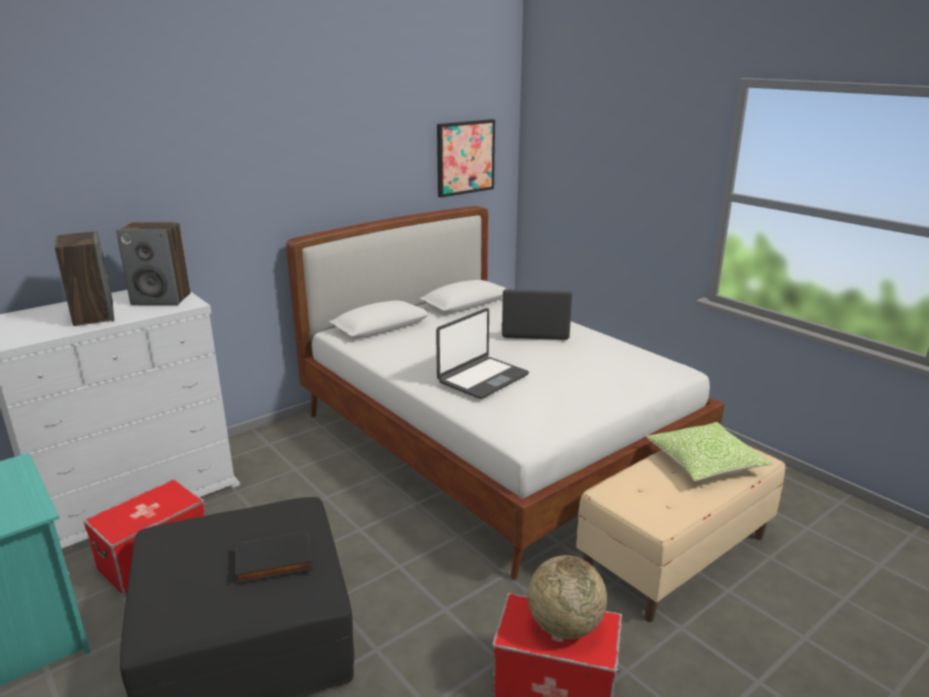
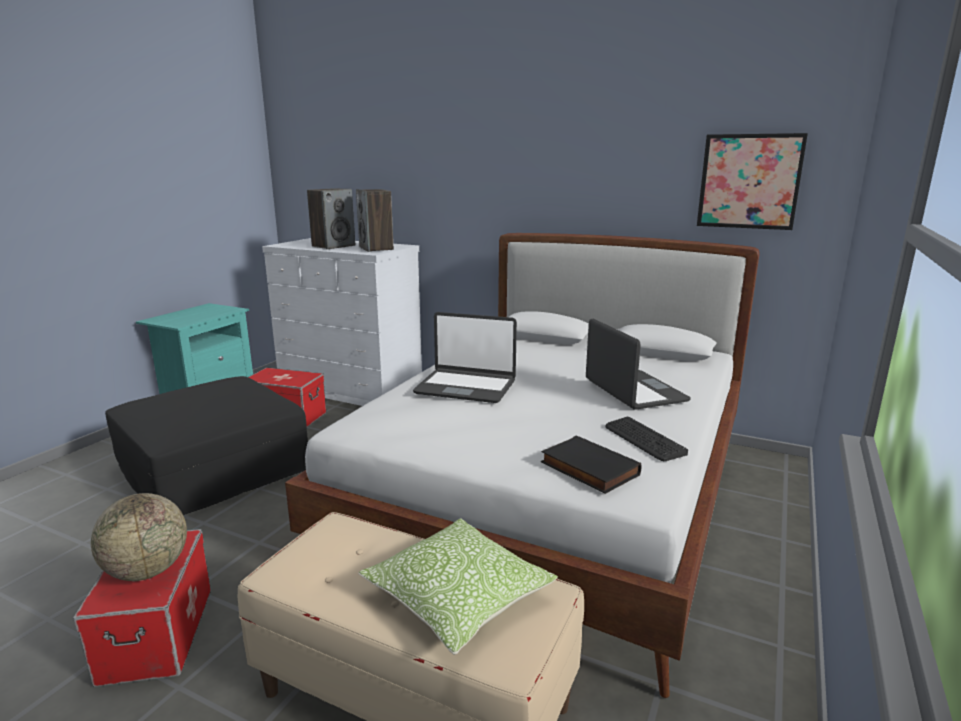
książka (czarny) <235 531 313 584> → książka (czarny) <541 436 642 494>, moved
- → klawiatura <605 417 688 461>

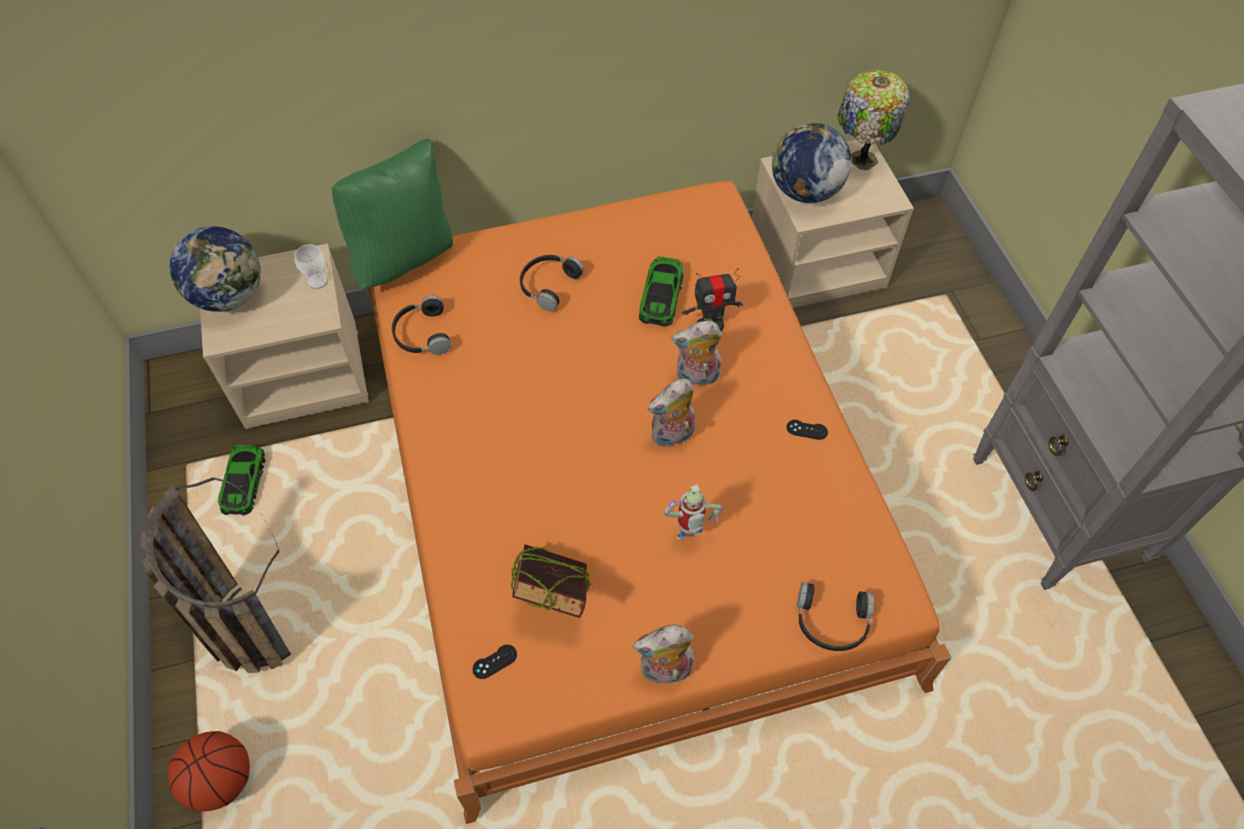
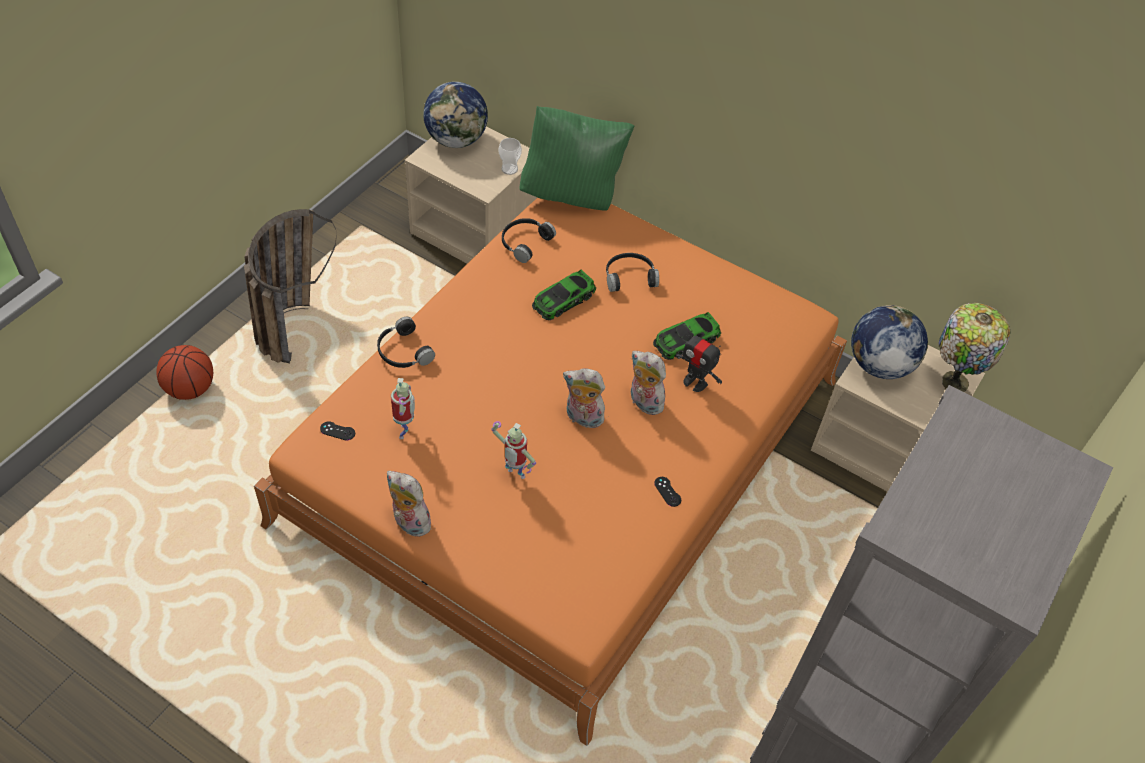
samochodzik <218 445 265 515> → samochodzik <532 269 596 320>, moved
książka <510 544 591 618> → robot zabawkowy <391 378 415 439>
słuchawki (czarny) <797 582 874 651> → słuchawki (czarny) <377 317 435 368>, moved

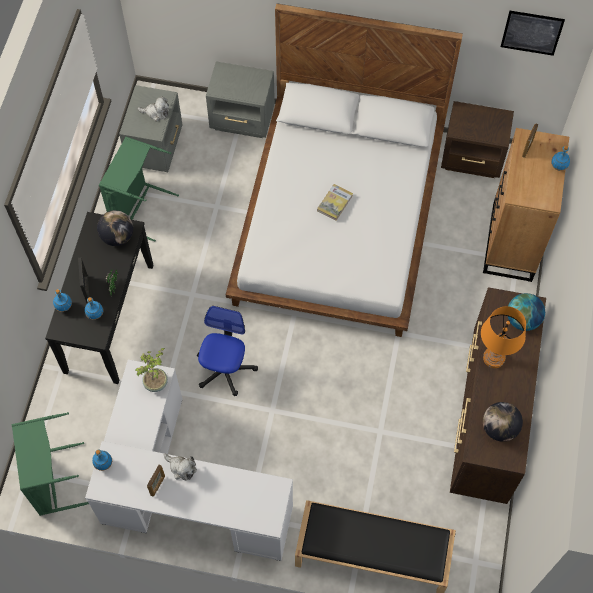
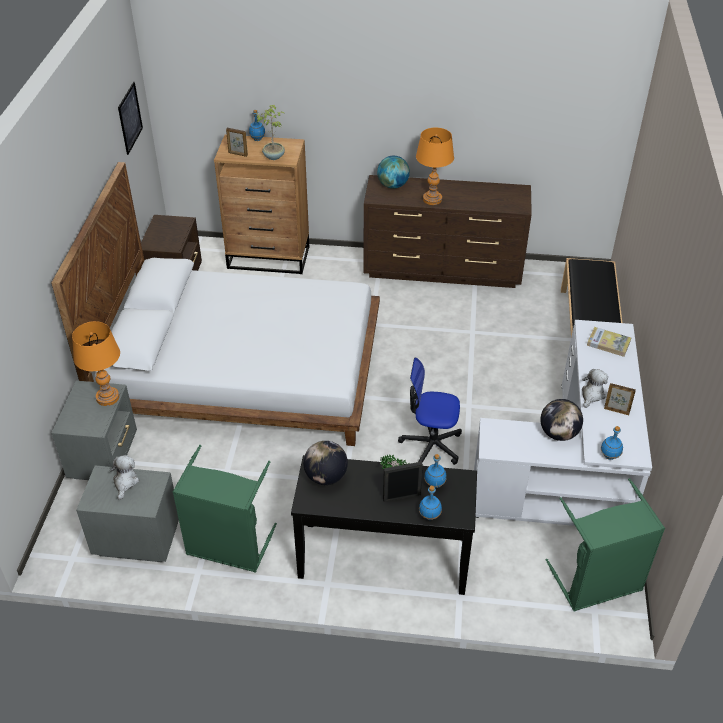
książka <317 184 353 221> → książka <587 327 631 357>, moved
roślina doniczkowa <135 348 168 392> → roślina doniczkowa <255 105 285 160>, moved
globus <483 402 523 442> → globus <540 399 583 441>, moved
- → lampa stołowa (pomarańczowy) <72 321 120 406>

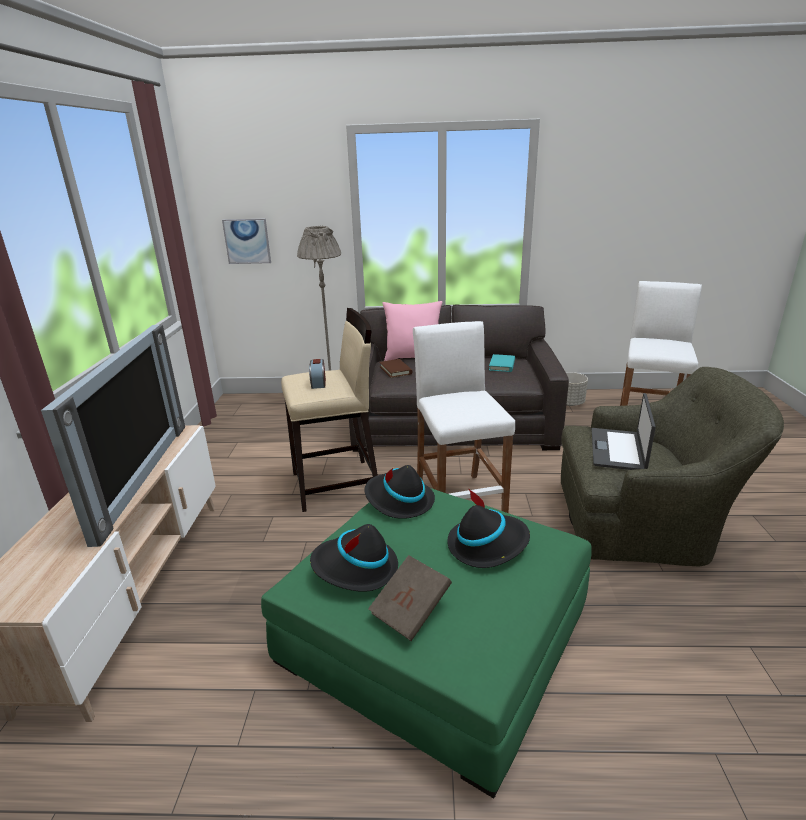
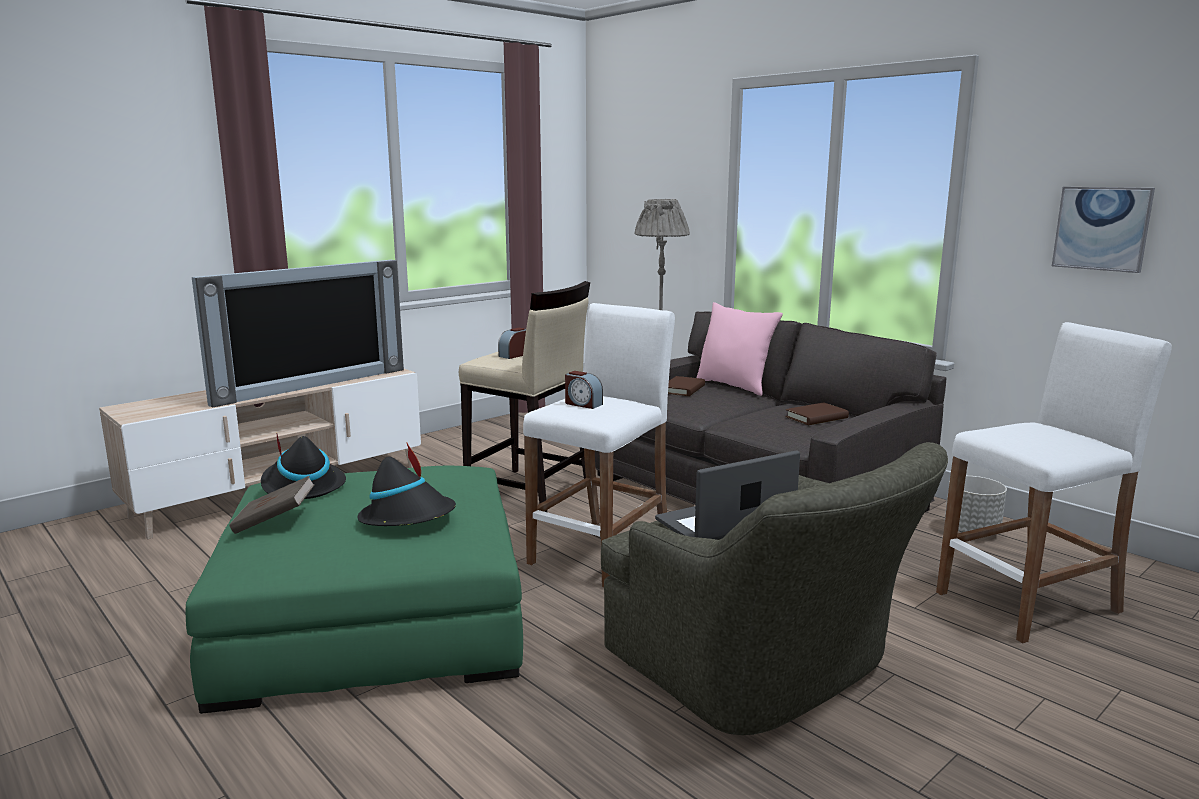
obraz <222 218 271 264> → obraz <1052 187 1155 273>, moved
książka (turkusowy) <489 354 515 372> → książka (brązowy) <785 402 849 425>
kapelusz (czarny) <365 465 435 519> → -
- → budzik <565 371 603 409>

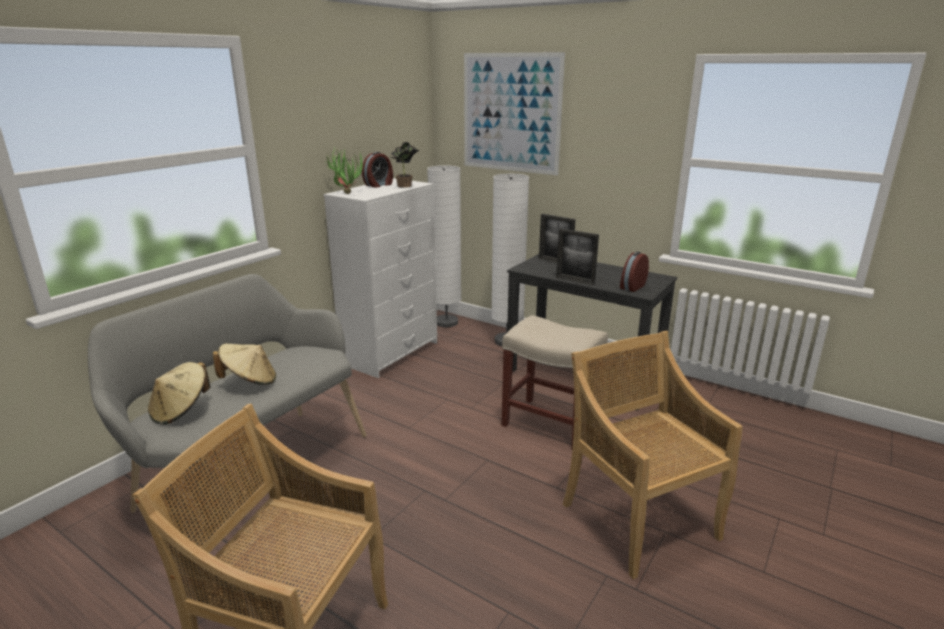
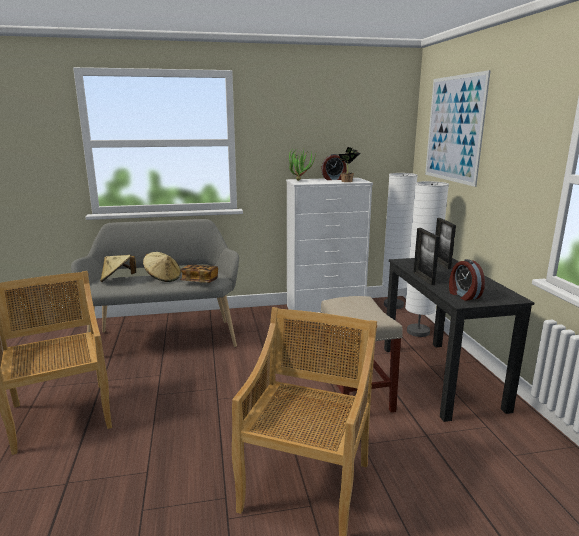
budzik <620 251 649 292> → budzik <449 259 485 301>, 105 degrees counterclockwise
- → książka <180 265 218 283>

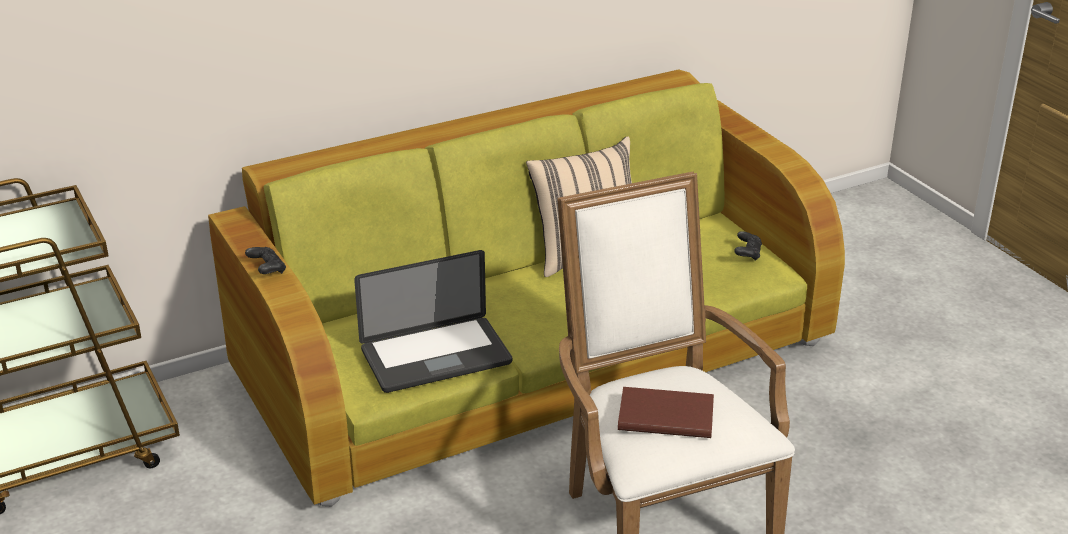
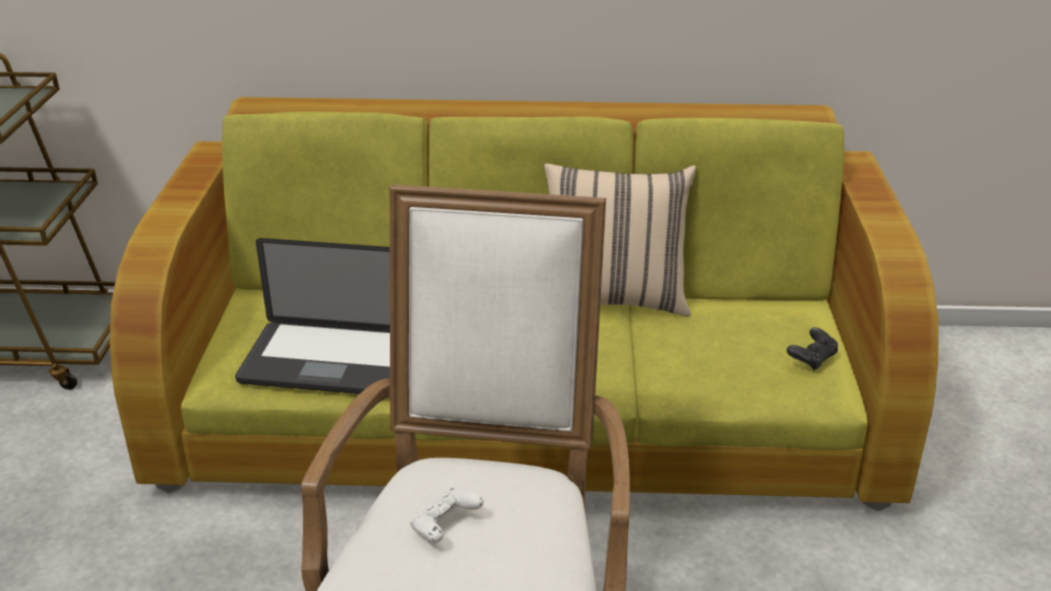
pad do gier (czarny) <245 247 286 274> → -
książka (brązowy) <618 387 714 438> → pad do gier (biały) <410 488 484 543>

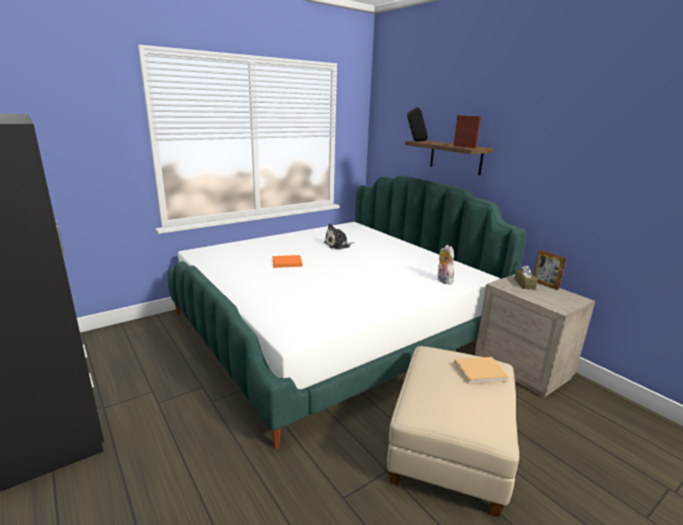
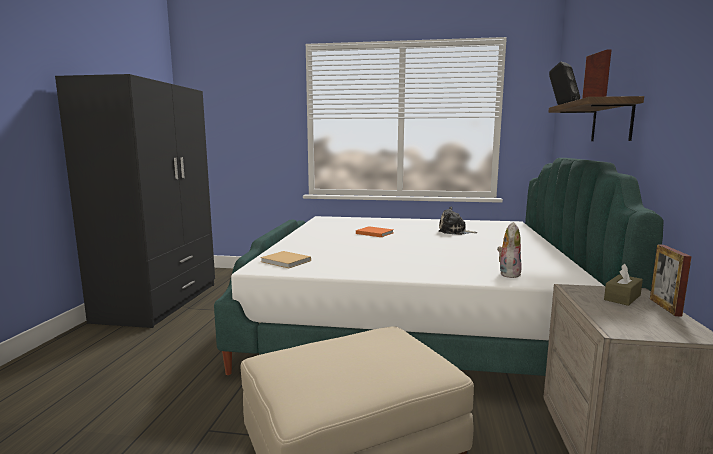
książka (beżowy) <454 357 509 384> → książka (beżowy) <260 251 311 268>, moved

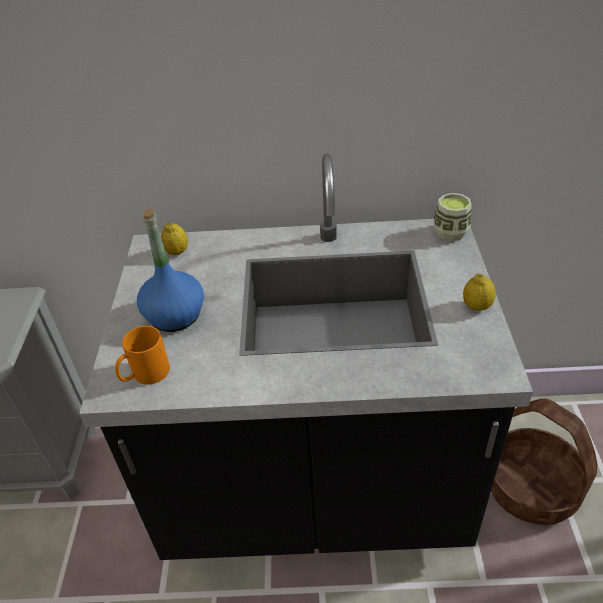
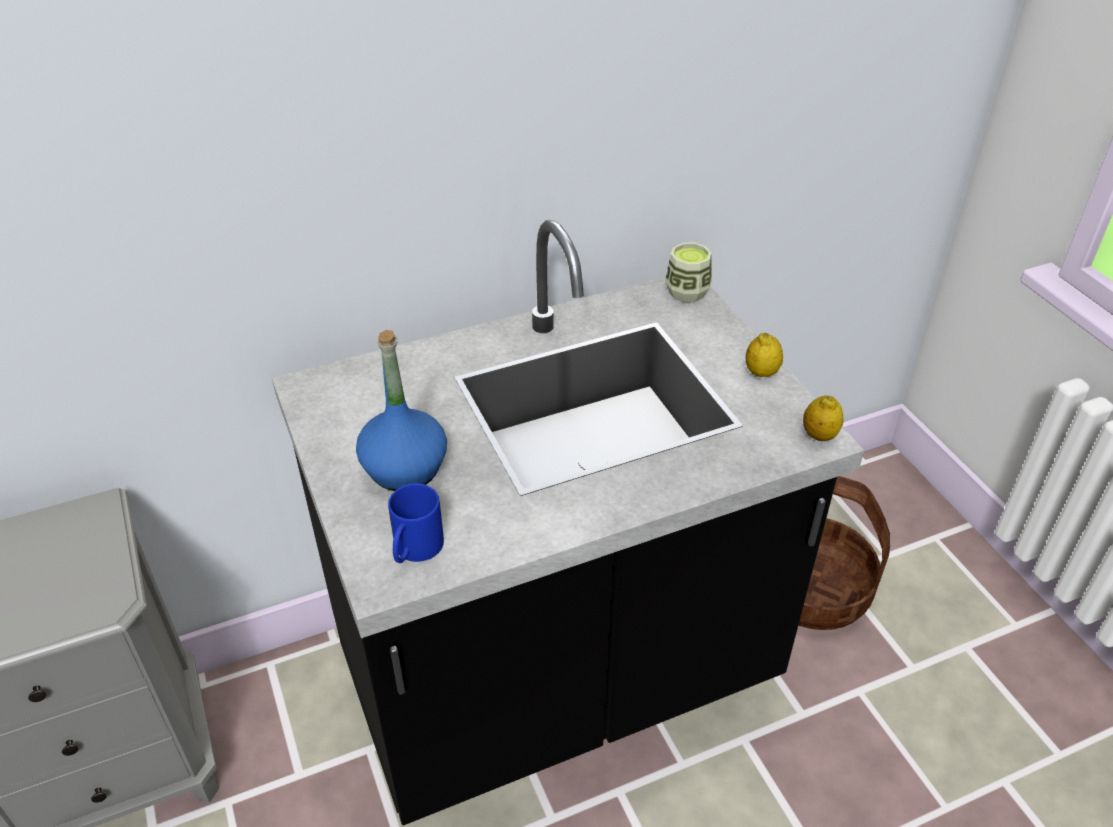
cytryna <161 223 188 255> → cytryna <803 395 844 441>, moved
kubek (pomarańczowy) <115 326 170 384> → kubek (niebieski) <388 483 444 563>

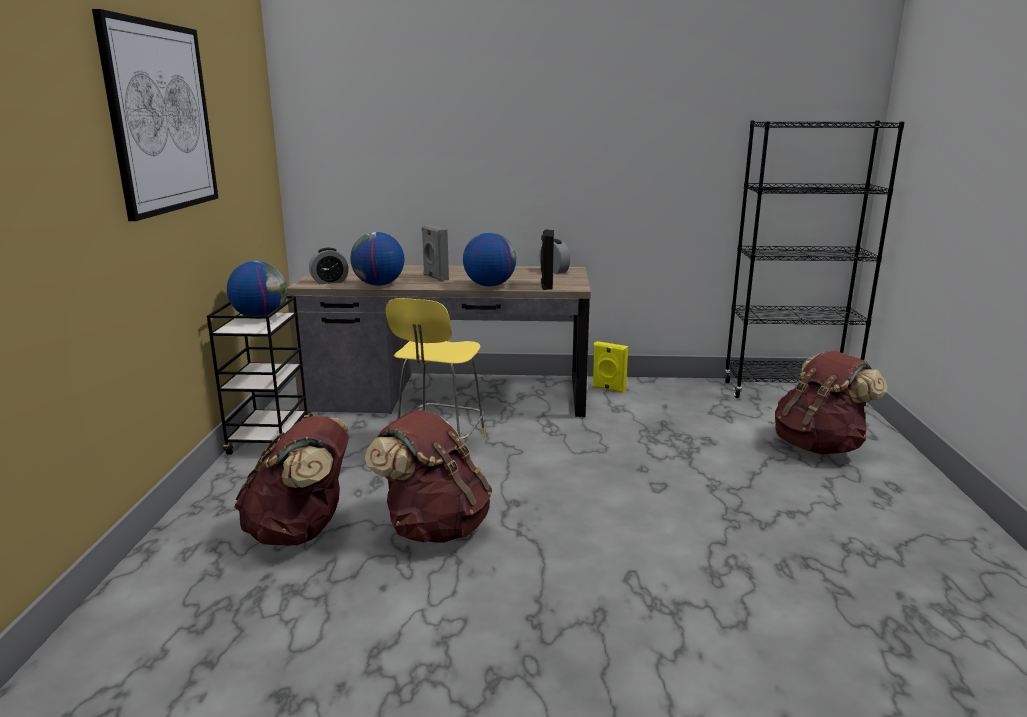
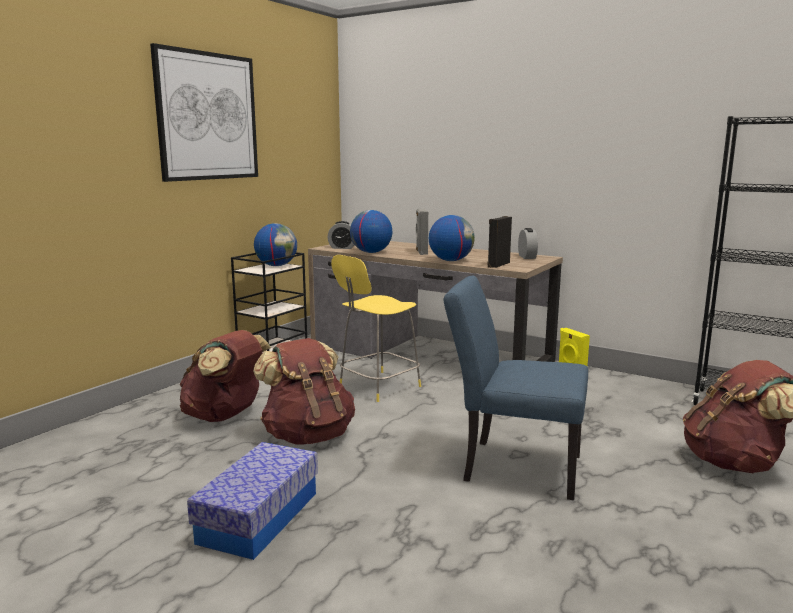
- → krzesło (niebieski) <444 276 588 501>
- → pojemnik do przechowywania <187 442 318 560>

